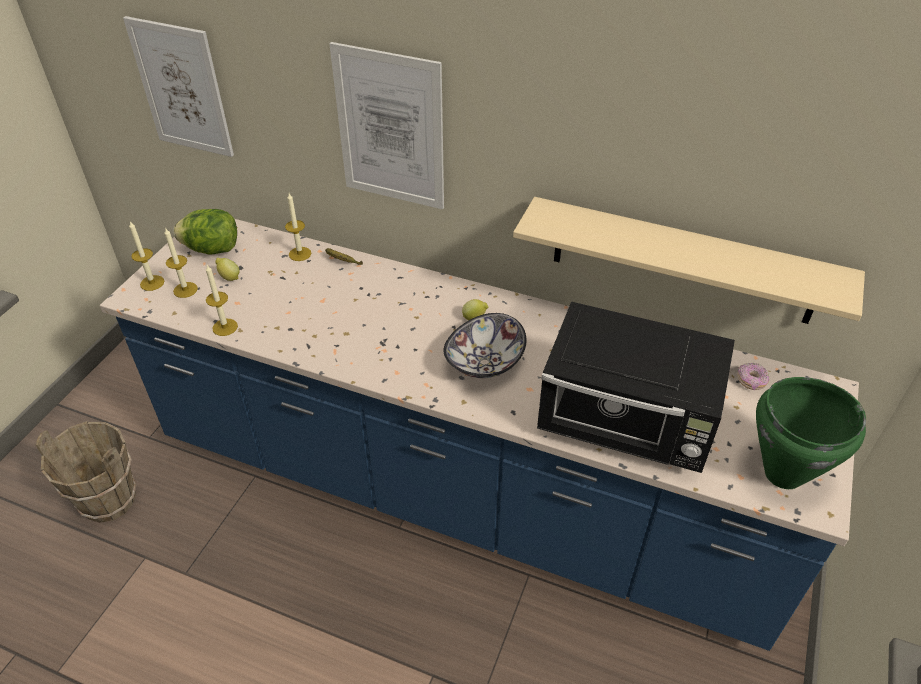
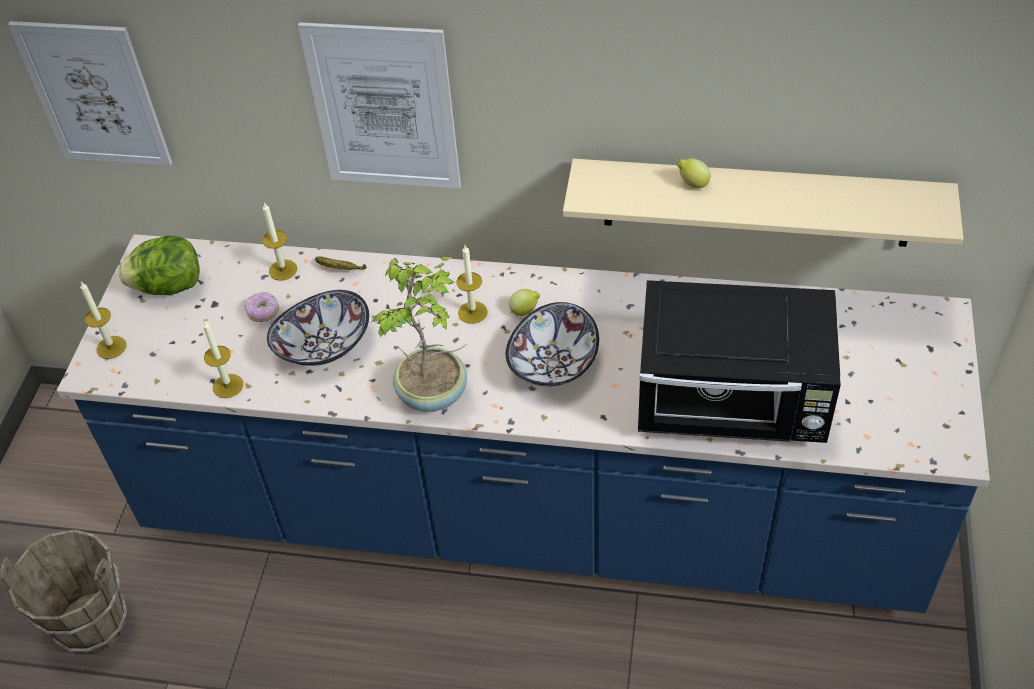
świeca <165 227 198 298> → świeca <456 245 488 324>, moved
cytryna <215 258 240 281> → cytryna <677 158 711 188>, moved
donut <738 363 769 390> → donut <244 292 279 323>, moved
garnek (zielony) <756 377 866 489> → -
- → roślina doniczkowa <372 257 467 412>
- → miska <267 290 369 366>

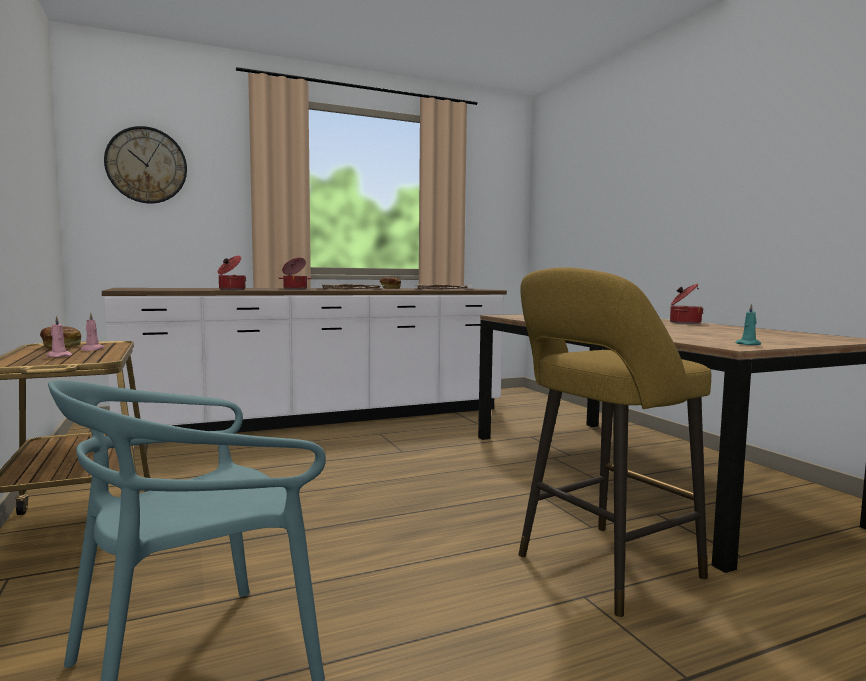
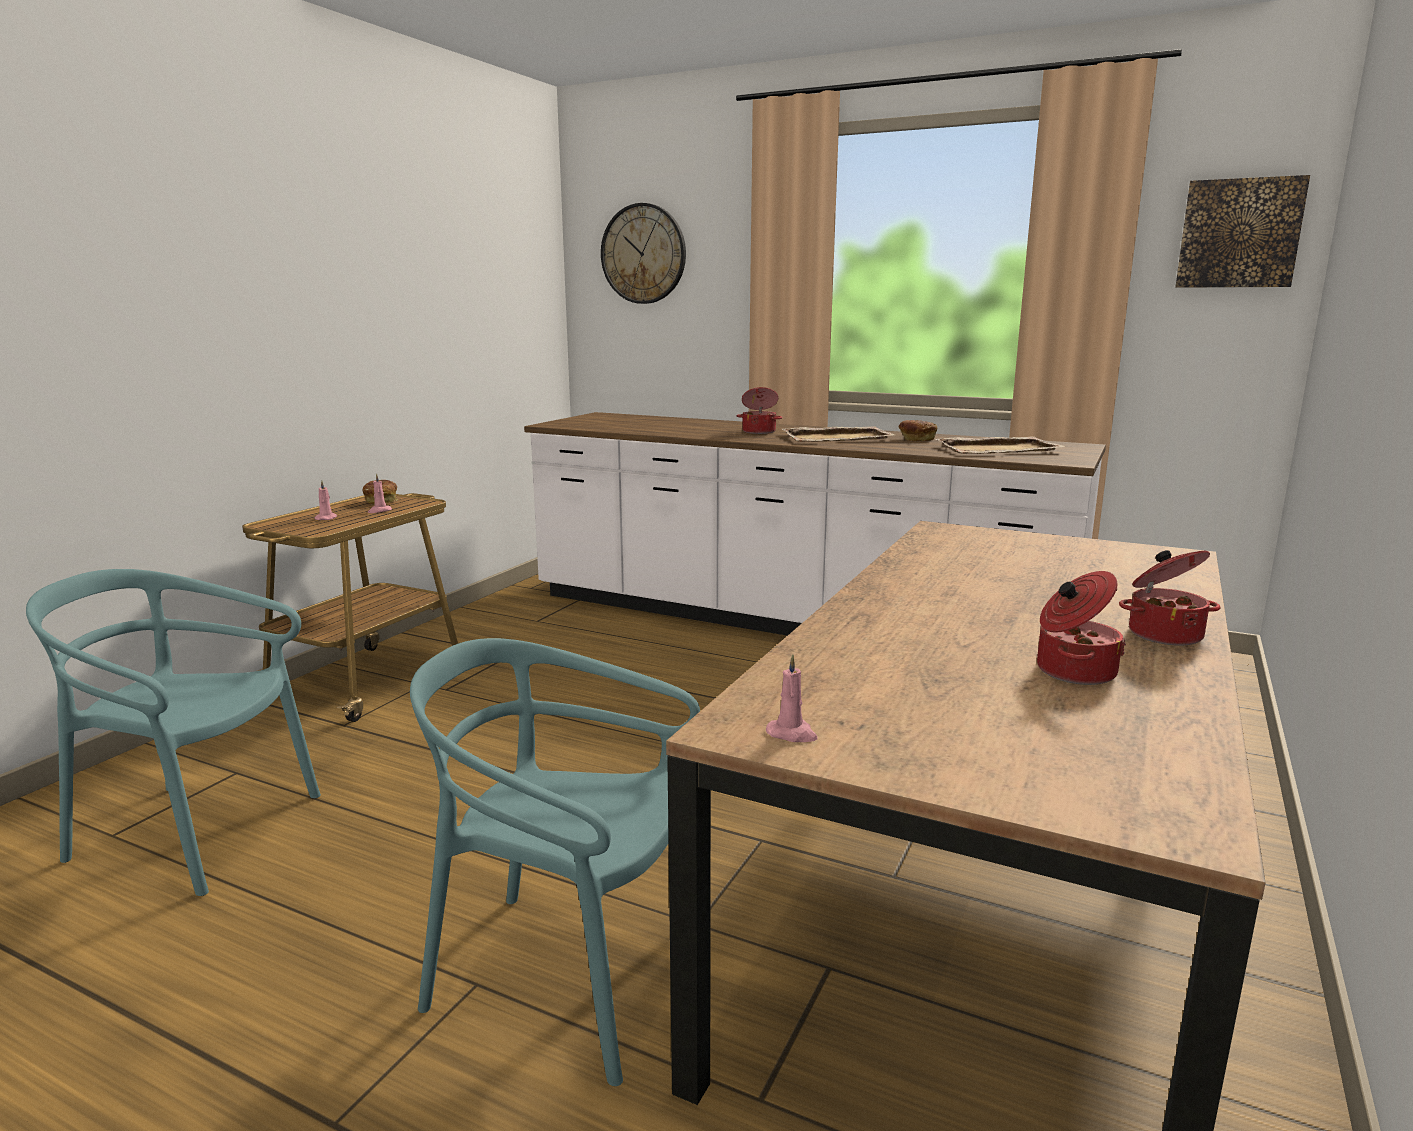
garnek <218 256 246 290> → garnek <1037 571 1126 685>, moved
stołek (żółty) <518 267 711 617> → krzesło (turkusowy) <410 638 700 1086>
świeca (turkusowy) <736 303 761 345> → świeca (różowy) <766 654 818 742>
- → obraz <1175 175 1310 288>

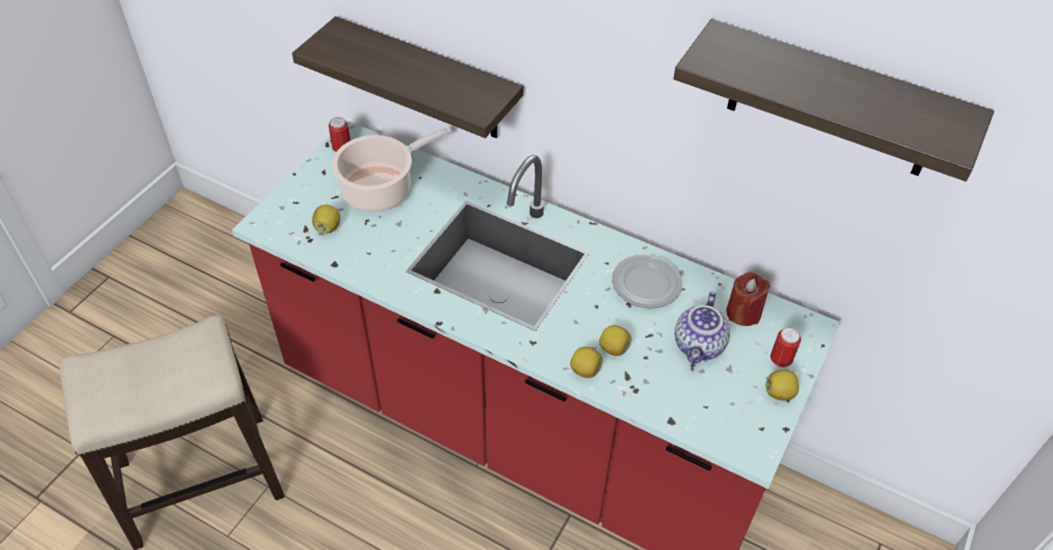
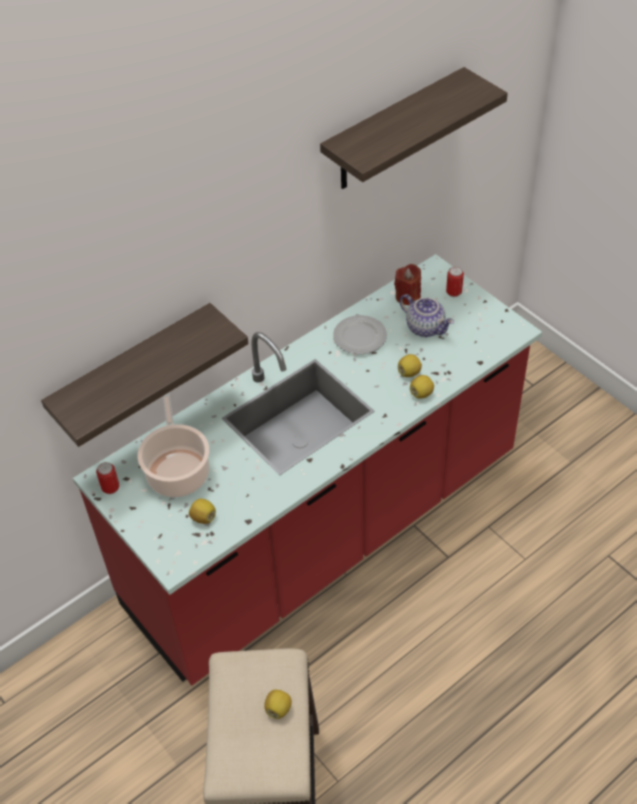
cytryna <765 370 799 401> → cytryna <264 690 291 719>, moved

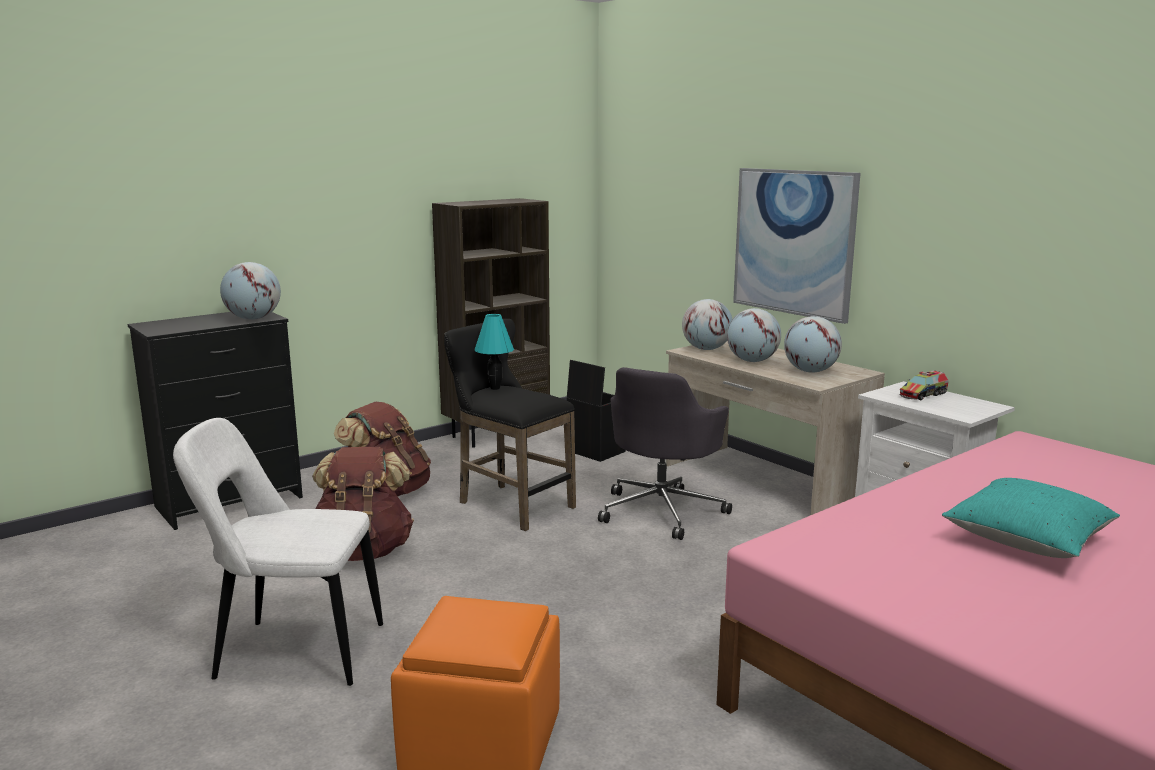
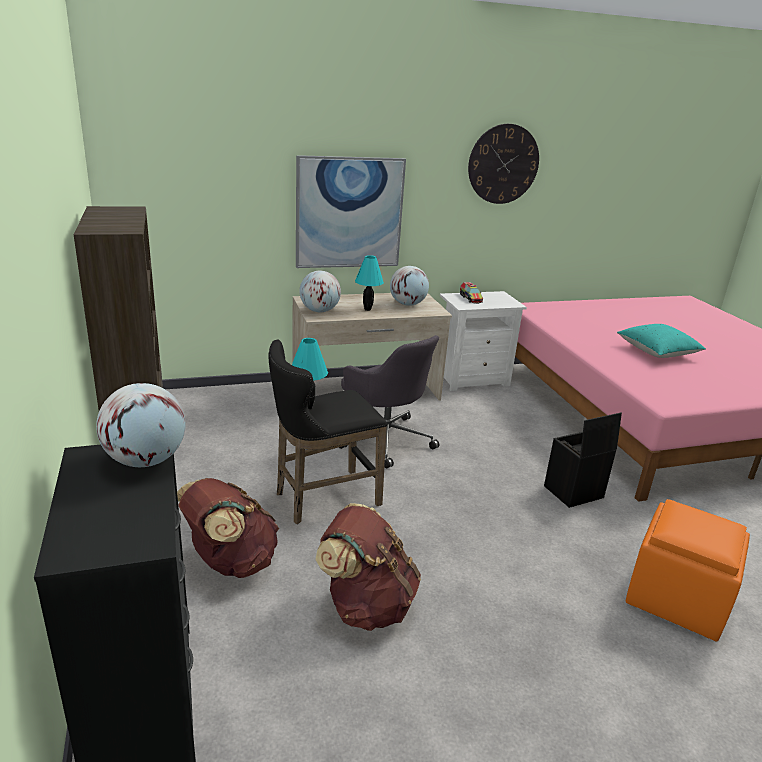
globus <727 308 781 362> → lampa stołowa (turkusowy) <355 255 384 311>
pojemnik do przechowywania (czarny) <567 360 626 462> → pojemnik do przechowywania (czarny) <544 413 622 508>, moved
krzesło (biały) <173 418 383 686> → -
- → zegar ścienny <468 124 539 204>

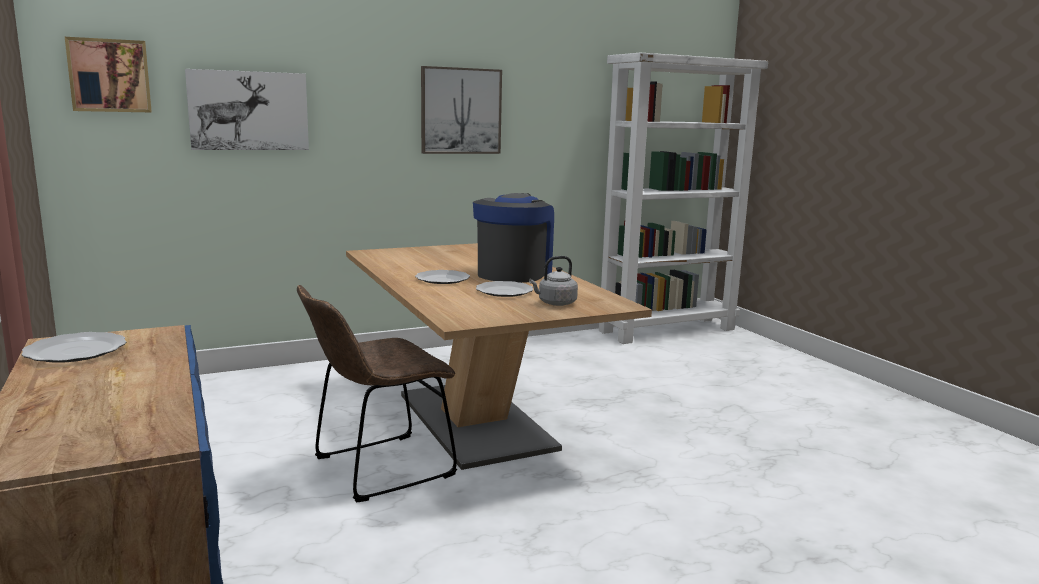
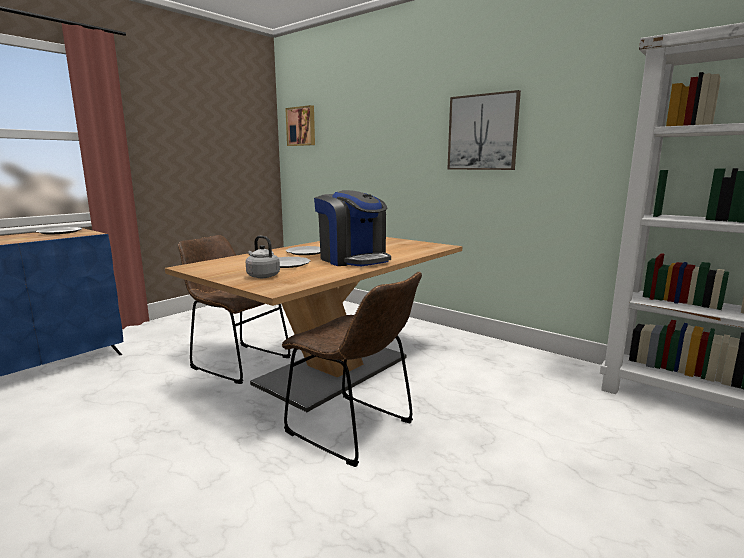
obraz <185 69 309 150> → -
ekspres do kawy <473 193 554 283> → ekspres do kawy <314 190 391 266>, 60 degrees clockwise
- → krzesło (brązowy) <282 272 422 467>

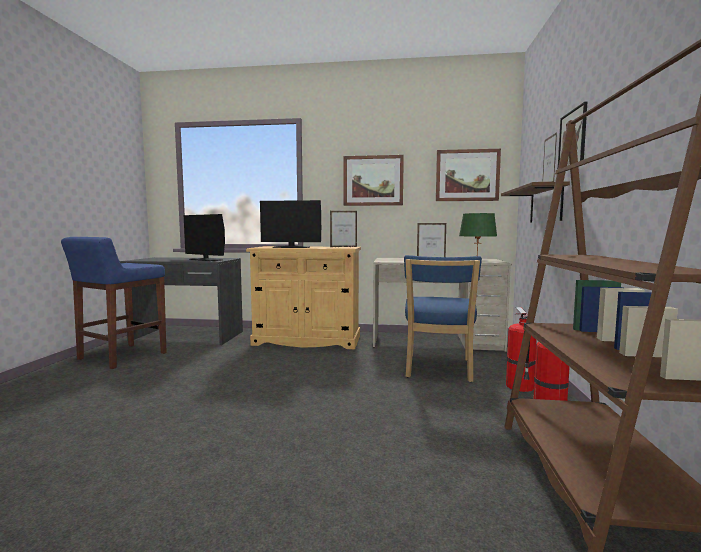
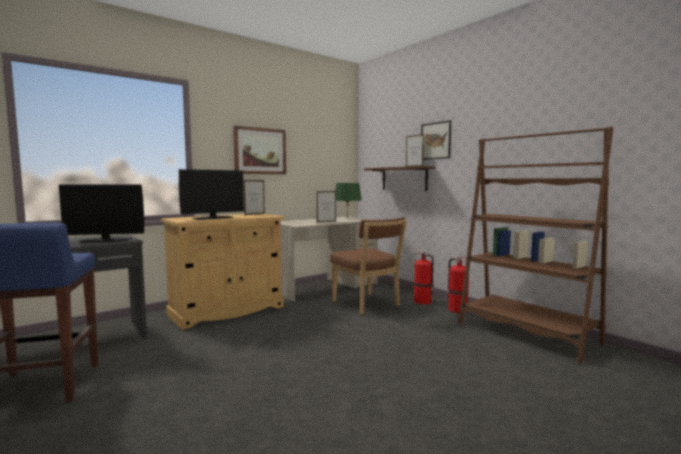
obraz <436 149 501 201> → -
krzesło (niebieski) <404 255 482 382> → krzesło (brązowy) <330 217 407 315>

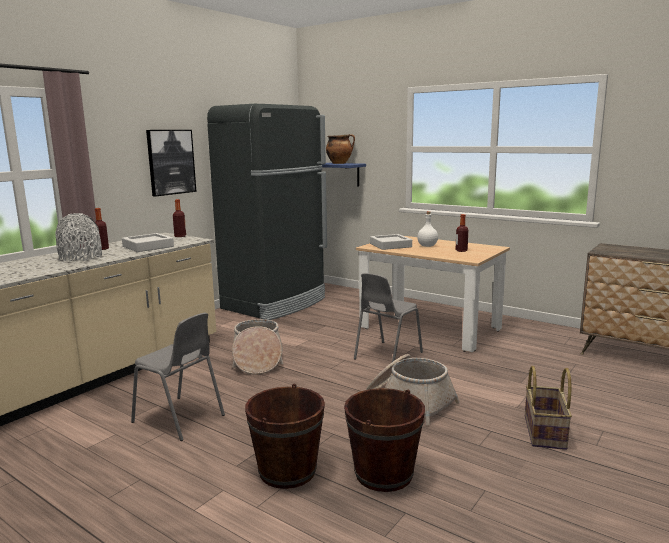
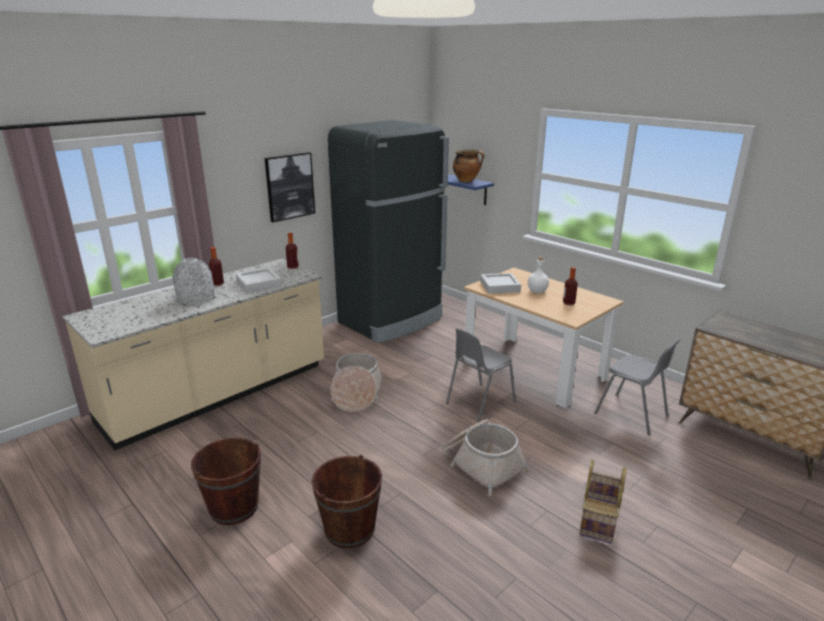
krzesło (szary) <131 312 225 441> → krzesło (szary) <594 339 680 435>, moved
wiadro (brązowy) <344 388 425 492> → wiadro (brązowy) <191 438 261 525>, moved

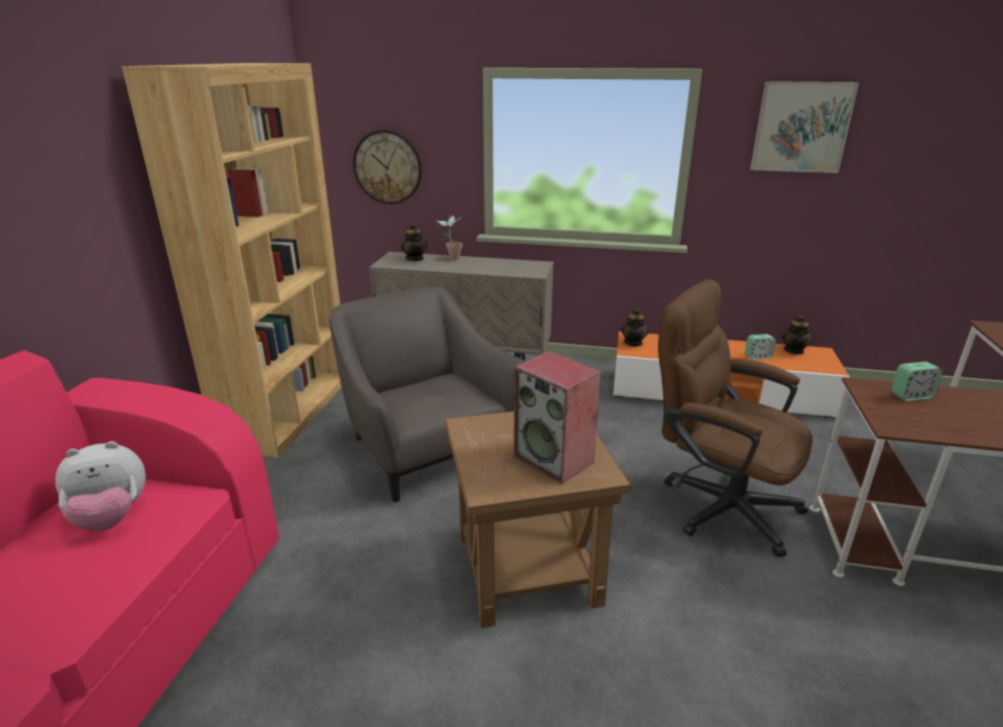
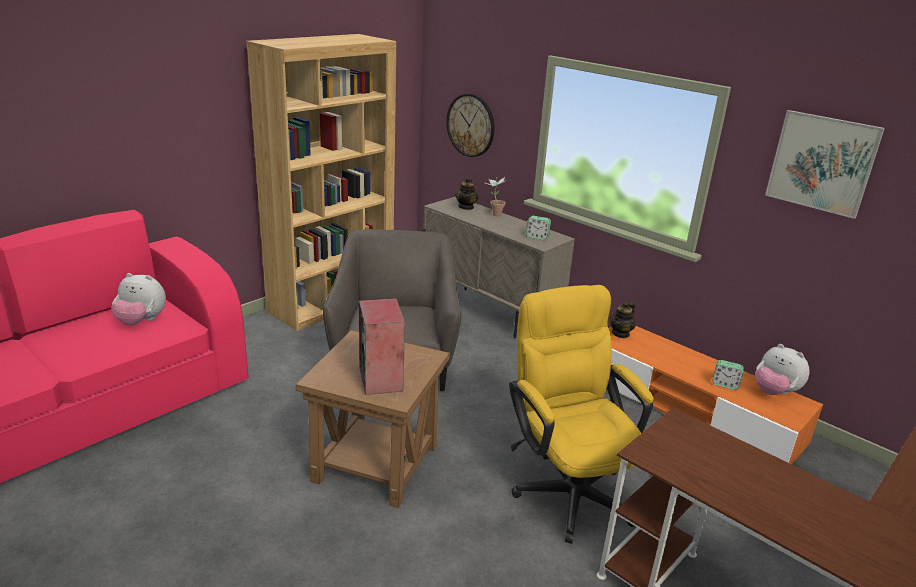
krzesło biurowe (brązowy) <658 280 813 557> → krzesło biurowe (żółty) <509 285 654 544>
imbryk <782 315 813 355> → pluszak <755 344 809 395>
budzik <891 361 942 401> → budzik <526 216 551 240>, moved

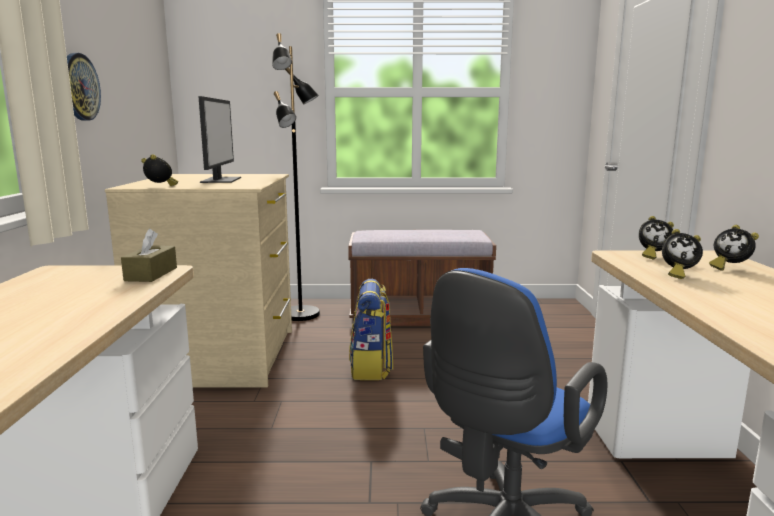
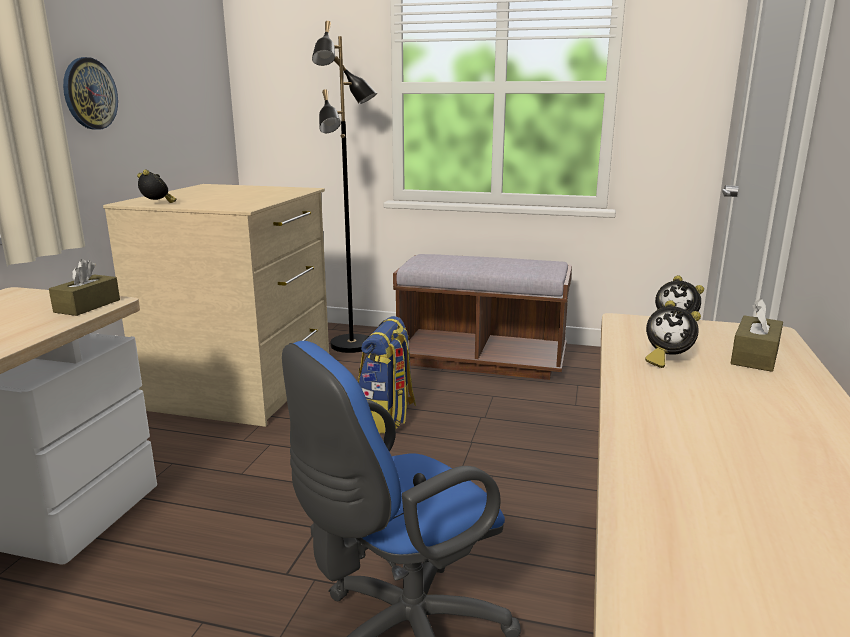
monitor <198 96 241 183> → -
budzik <709 225 759 271> → pudełko chusteczek (brązowy) <731 298 783 372>

